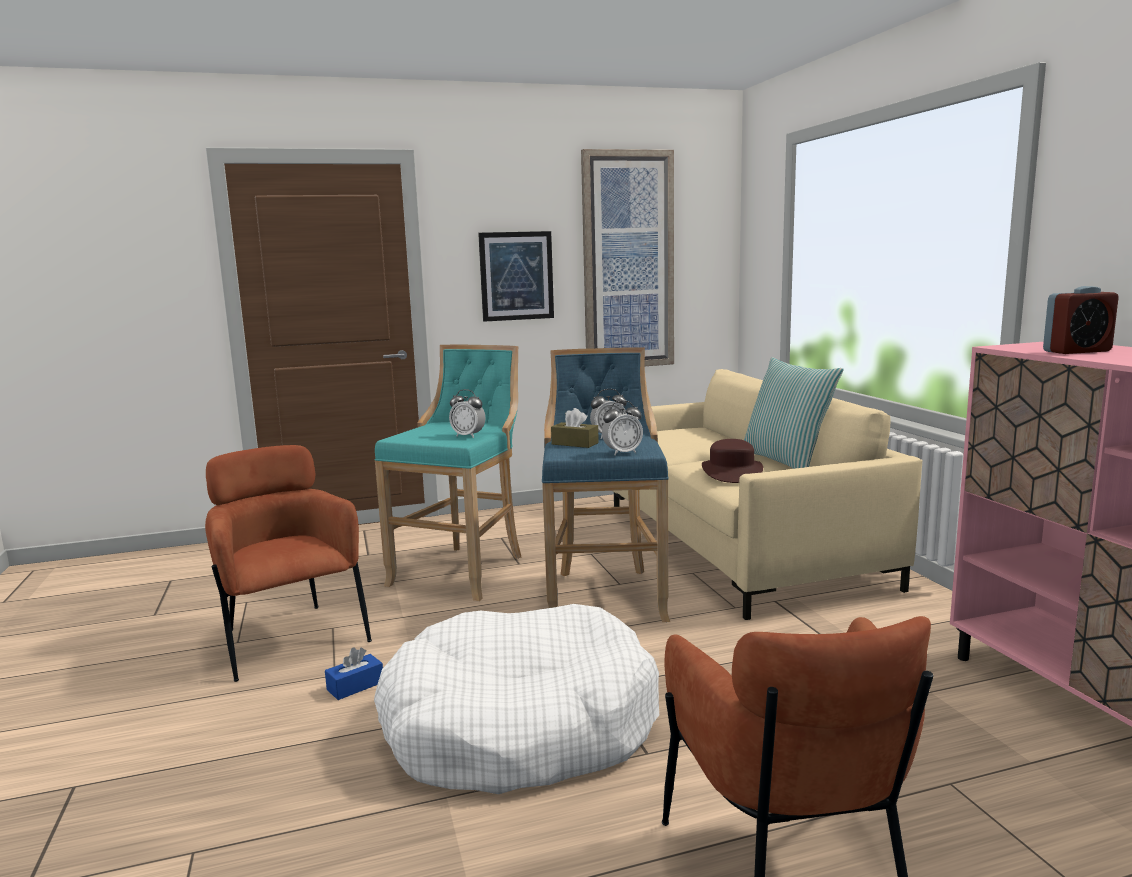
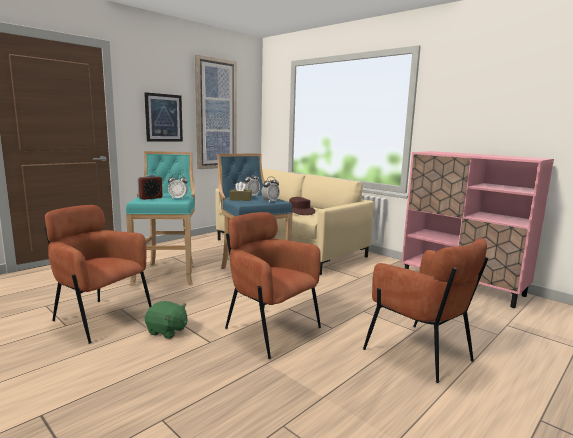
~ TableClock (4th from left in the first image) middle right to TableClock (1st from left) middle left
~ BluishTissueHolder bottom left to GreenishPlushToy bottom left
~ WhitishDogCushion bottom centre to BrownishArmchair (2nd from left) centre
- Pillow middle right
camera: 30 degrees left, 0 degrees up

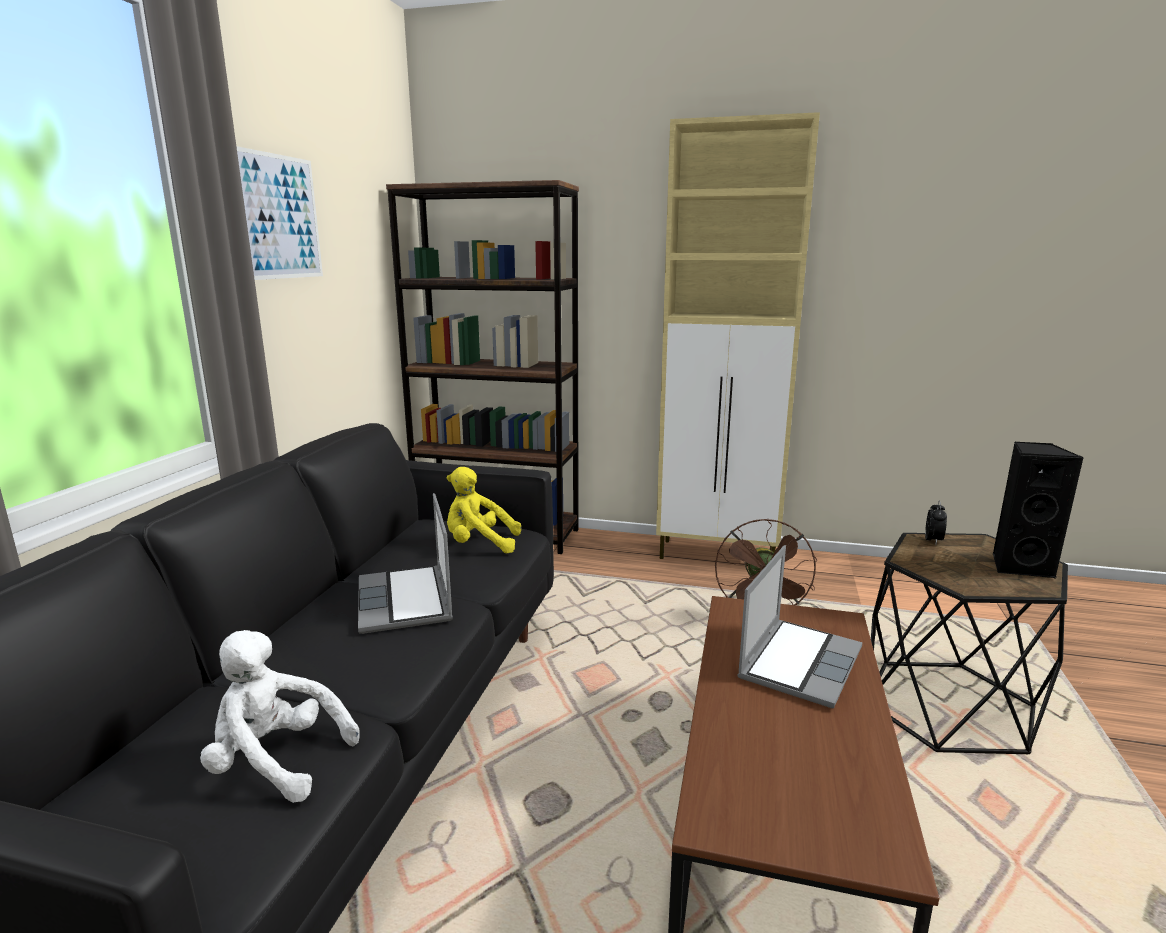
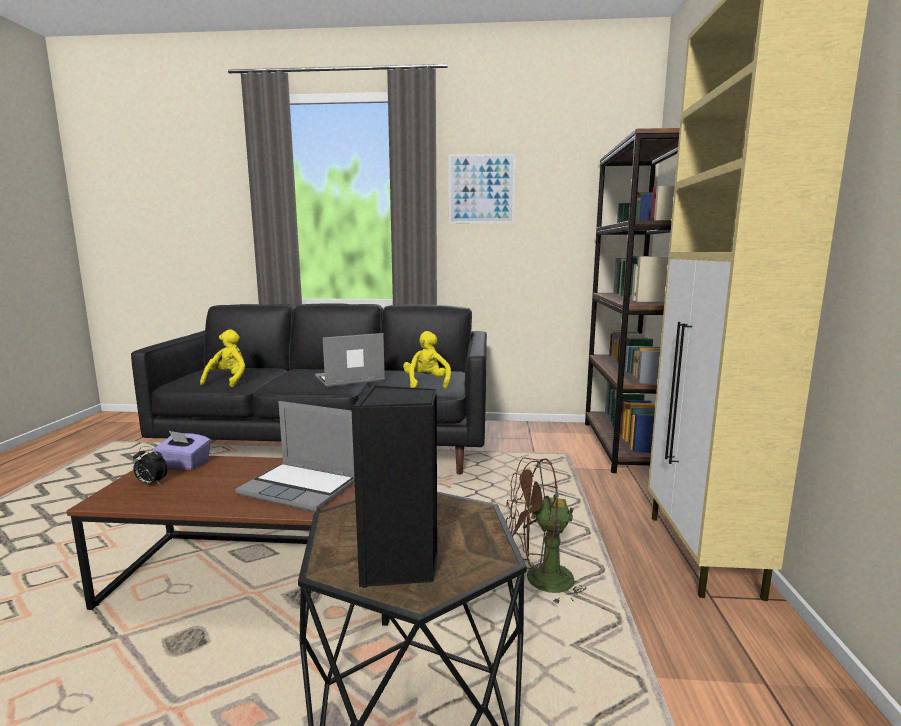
~ TableClock middle right to middle left
+ PurplishTissueHolder middle left
~ WhitishPlushToy bottom left to YellowColouredPlushToy (1st from left) middle left
camera: 80 degrees right, 5 degrees down

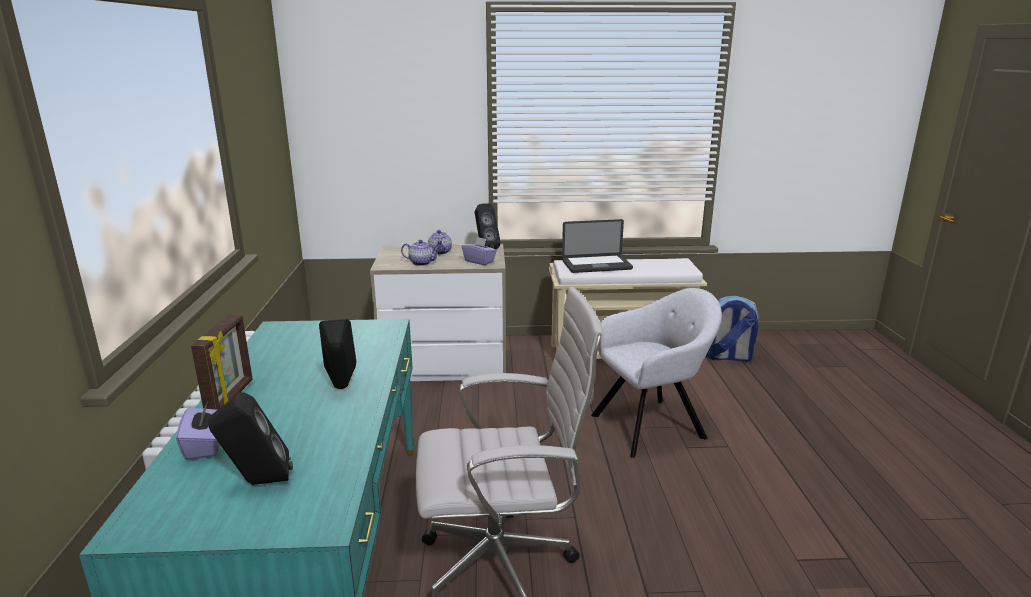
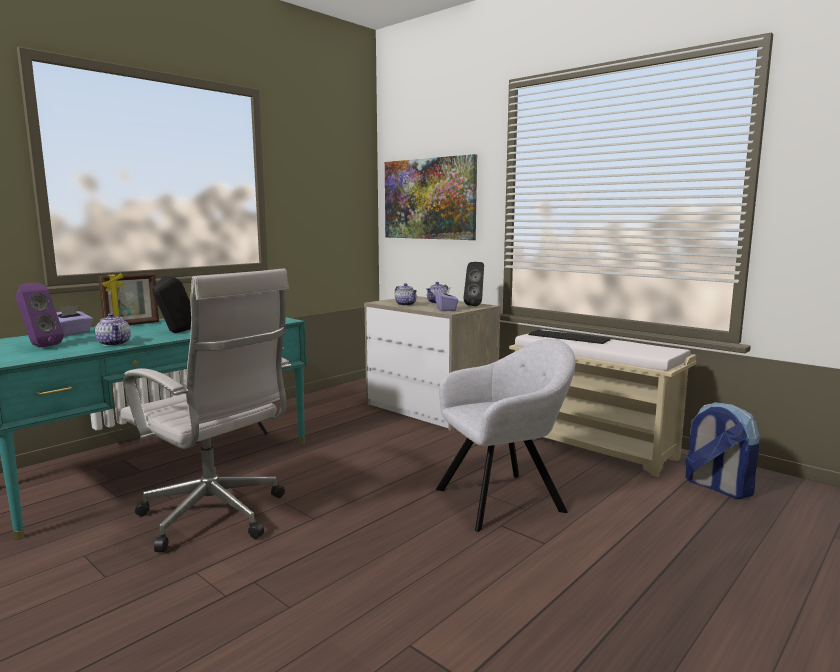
~ BlackColouredAudioSpeaker (1st from left) bottom left to PurplishAudioSpeaker middle left
+ Teapot (1st from left) middle left
+ WallPicture top centre
~ GrayArmchair centre = centre 45 degrees counterclockwise
~ PortableComputer centre to Keyboard middle right
camera: 45 degrees right, 10 degrees down

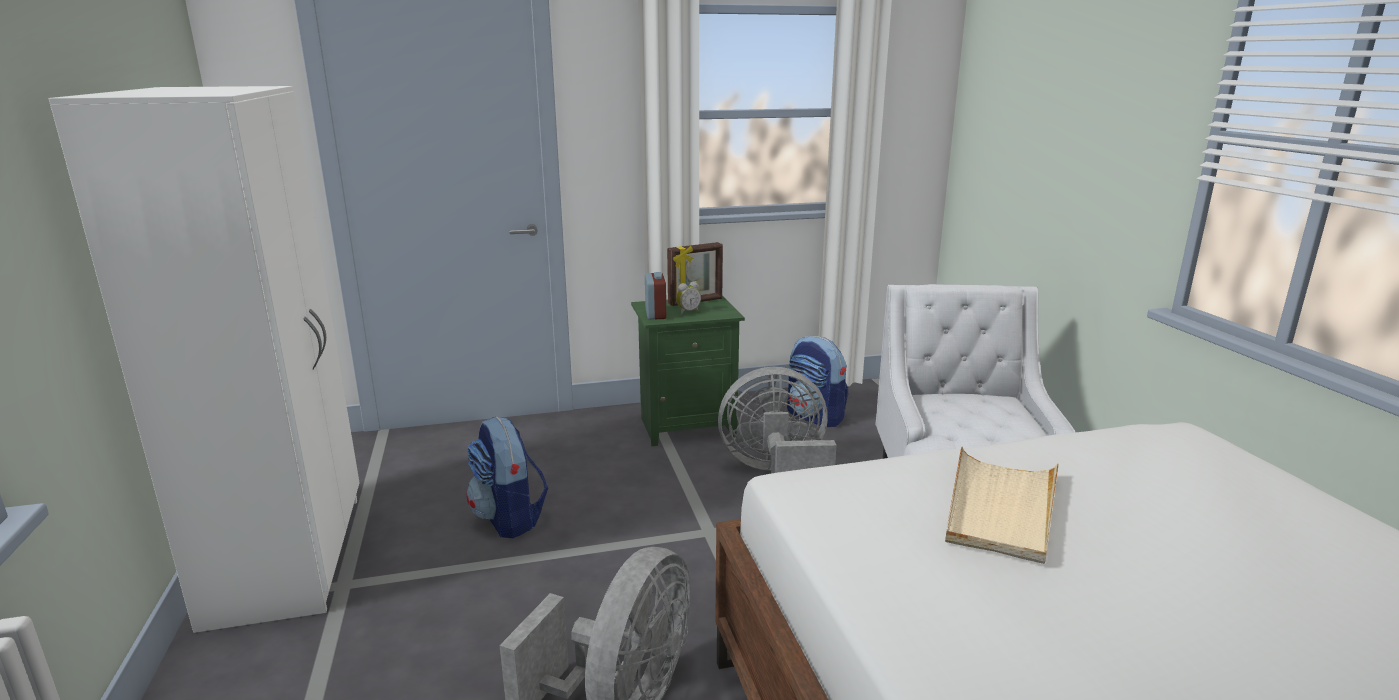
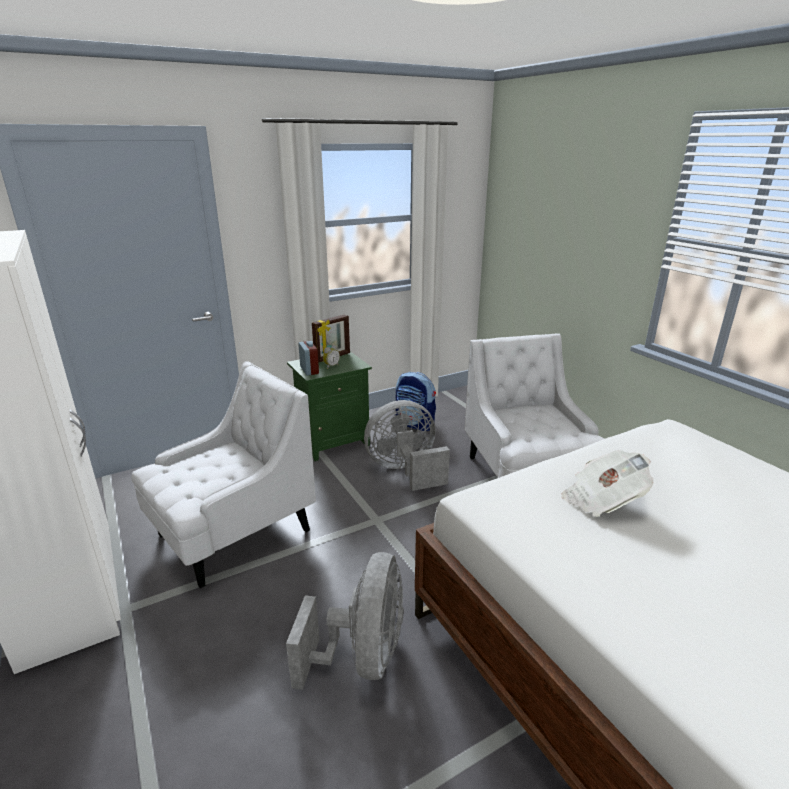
~ Knapsack (1st from left) bottom centre to WhitishArmchair (1st from left) middle left
~ BeigeColouredCarryingTray bottom right to DailyPaper middle right
camera: 15 degrees left, 5 degrees up

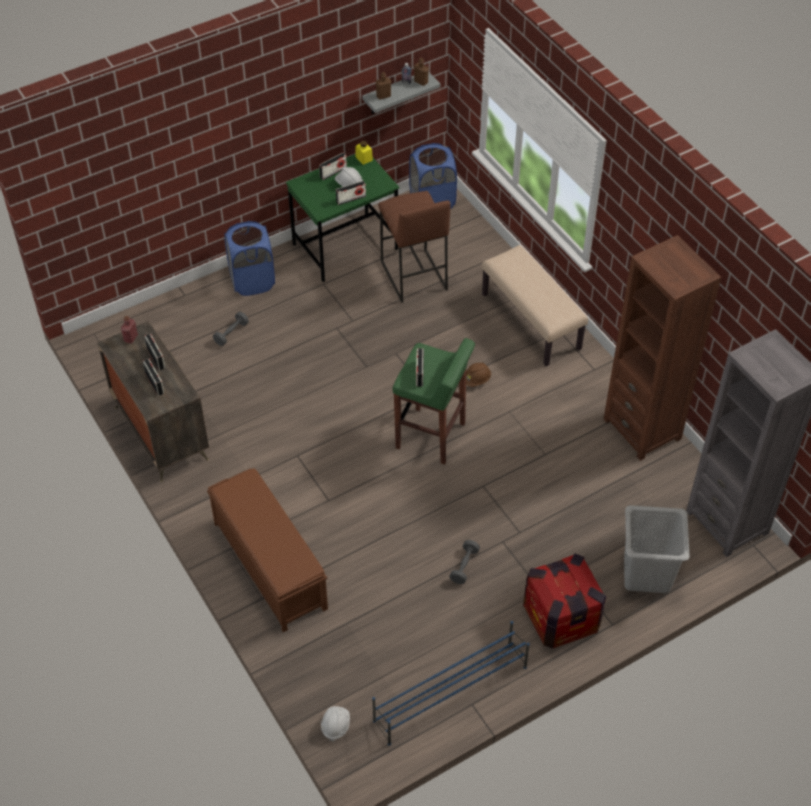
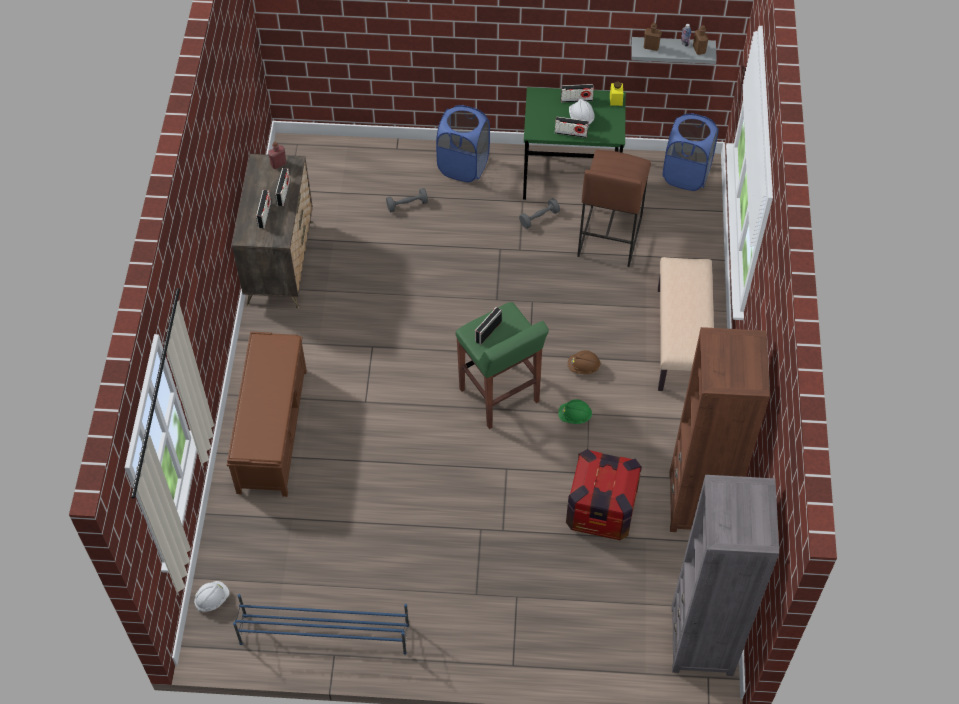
~ GrayFreeWeight (2nd from left) bottom centre to top centre
+ GreenishHardHat centre
~ ShippingCrate bottom right to bottom centre
- GrayHamper bottom right
camera: 35 degrees right, 5 degrees up

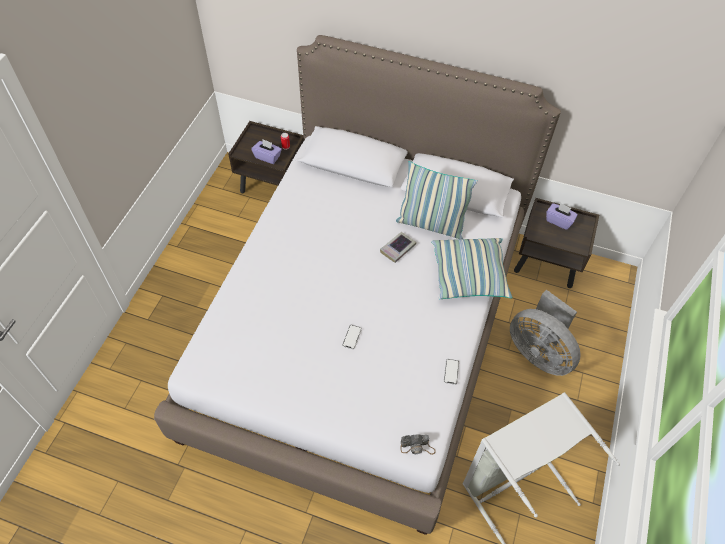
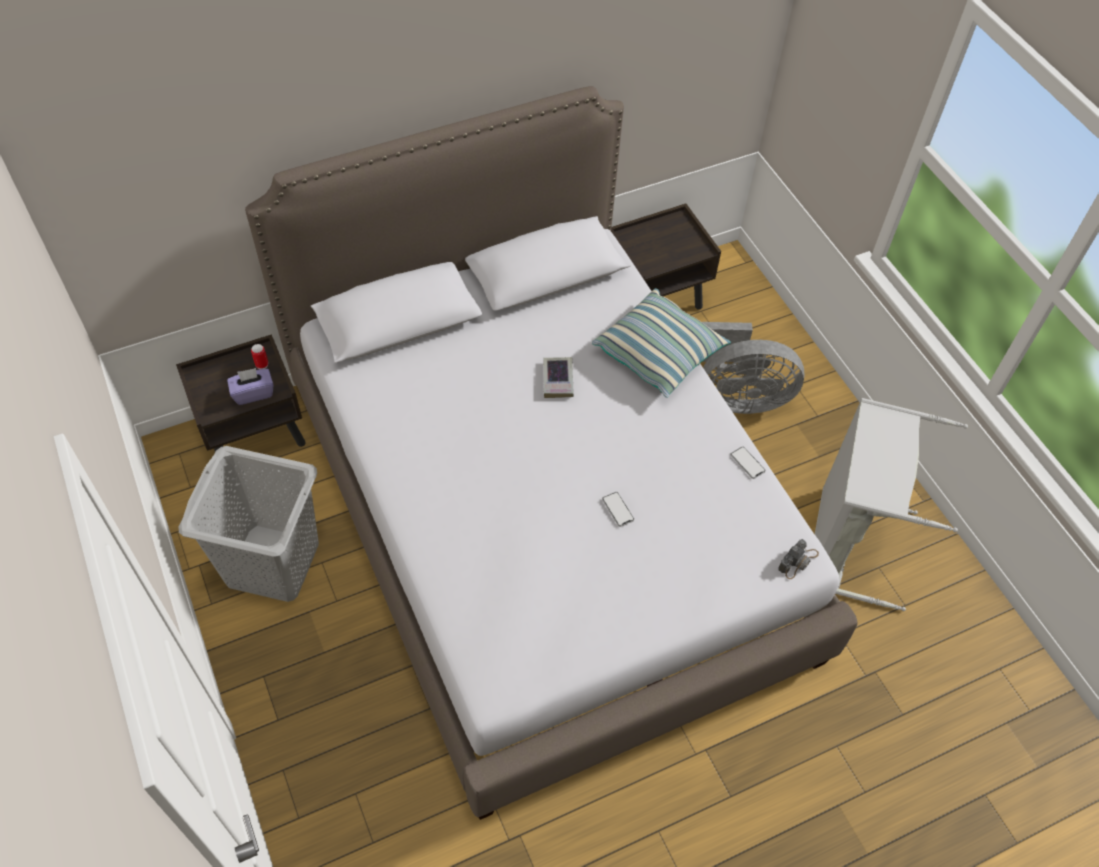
+ GrayHamper (1st from left) middle left
- Pillow (1st from left) centre
- PurplishTissueHolder (2nd from left) middle right
camera: 45 degrees left, 0 degrees up

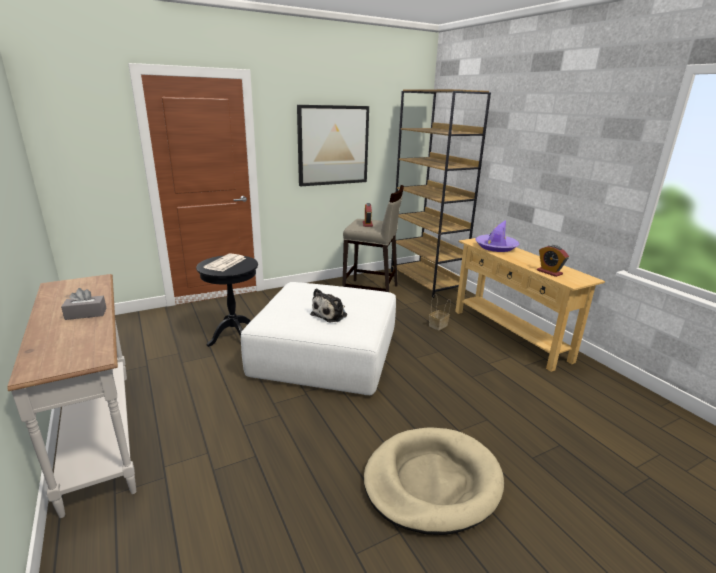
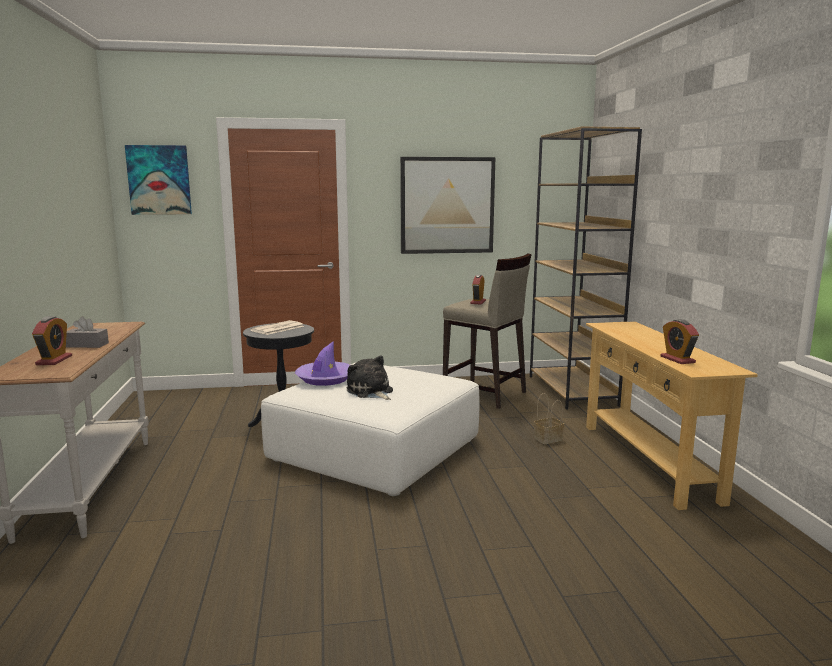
+ TableClock (1st from left) middle left
+ WallPicture (1st from left) top left
~ PurplishWearableHat middle right to centre
~ PlushToy centre = centre 90 degrees clockwise
- BeigeColouredDogCushion bottom centre
camera: 20 degrees right, 10 degrees down

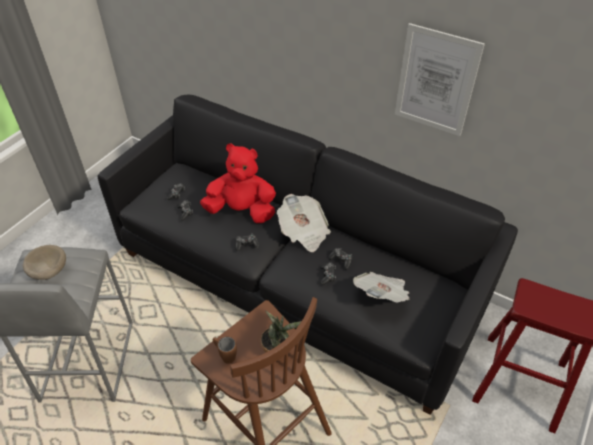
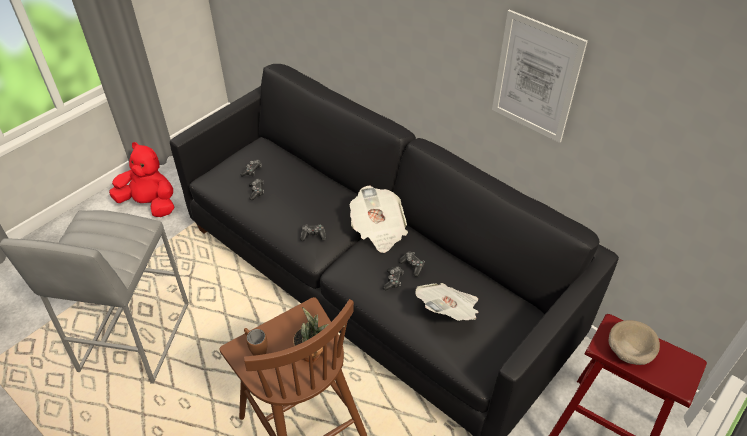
~ ReddishPlushToy centre to middle left
~ BeigeColouredDeepDish middle left to bottom right
camera: 10 degrees right, 0 degrees up

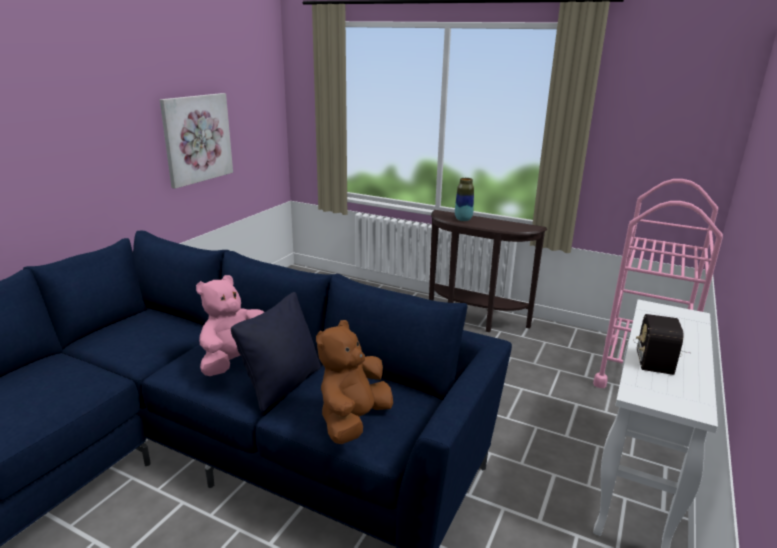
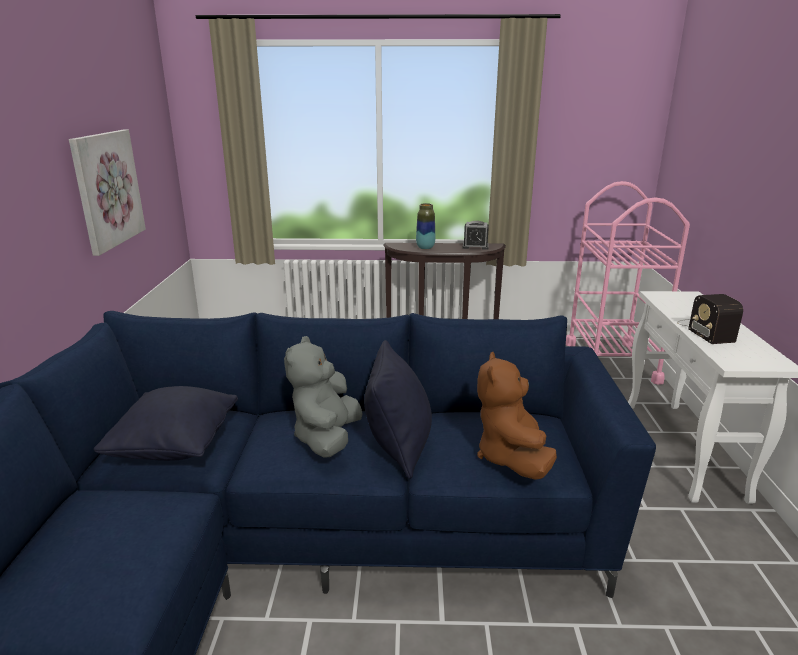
+ BlackColouredPillow (1st from left) middle left
~ PinkPlushToy middle left to GrayPlushToy centre
+ TableClock centre
camera: 25 degrees left, 0 degrees up

